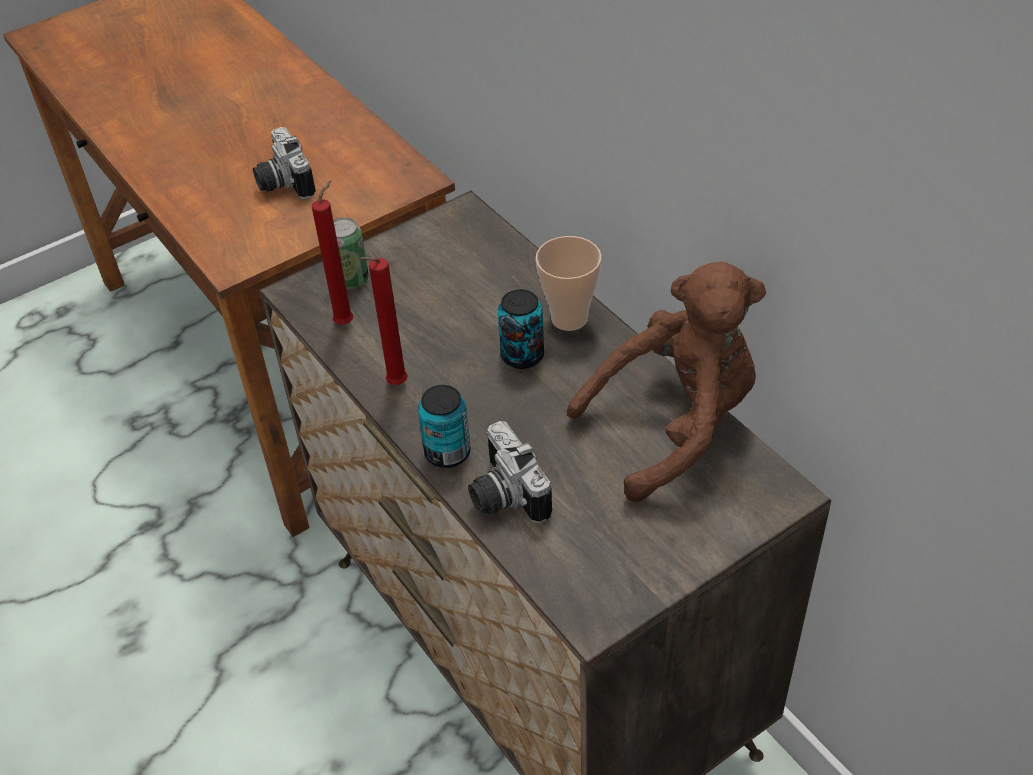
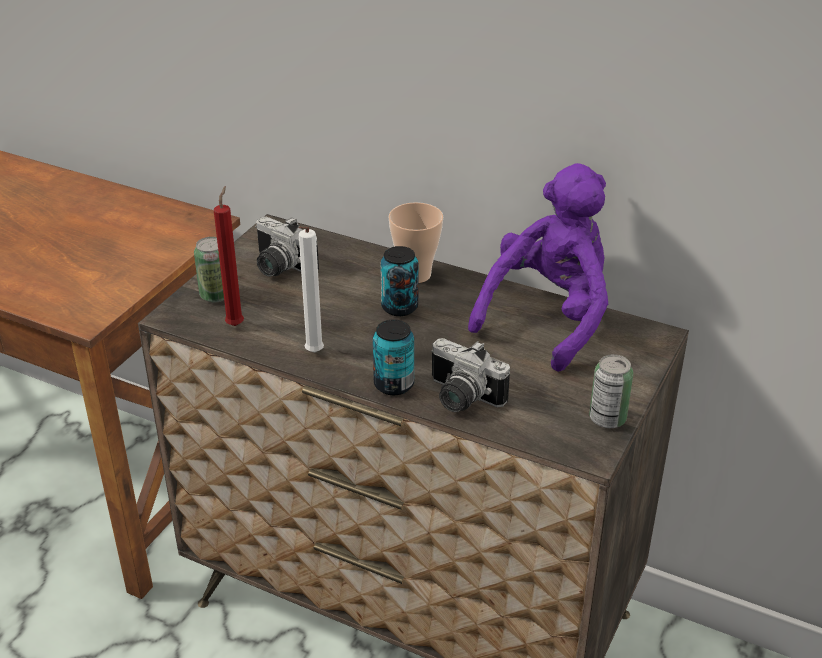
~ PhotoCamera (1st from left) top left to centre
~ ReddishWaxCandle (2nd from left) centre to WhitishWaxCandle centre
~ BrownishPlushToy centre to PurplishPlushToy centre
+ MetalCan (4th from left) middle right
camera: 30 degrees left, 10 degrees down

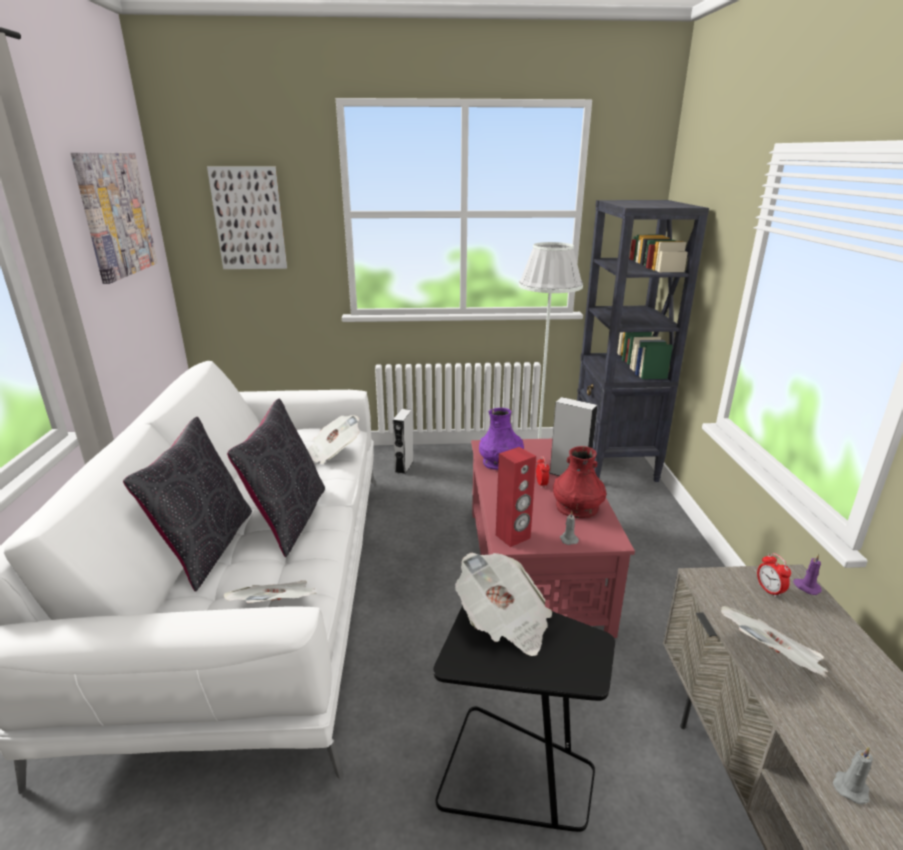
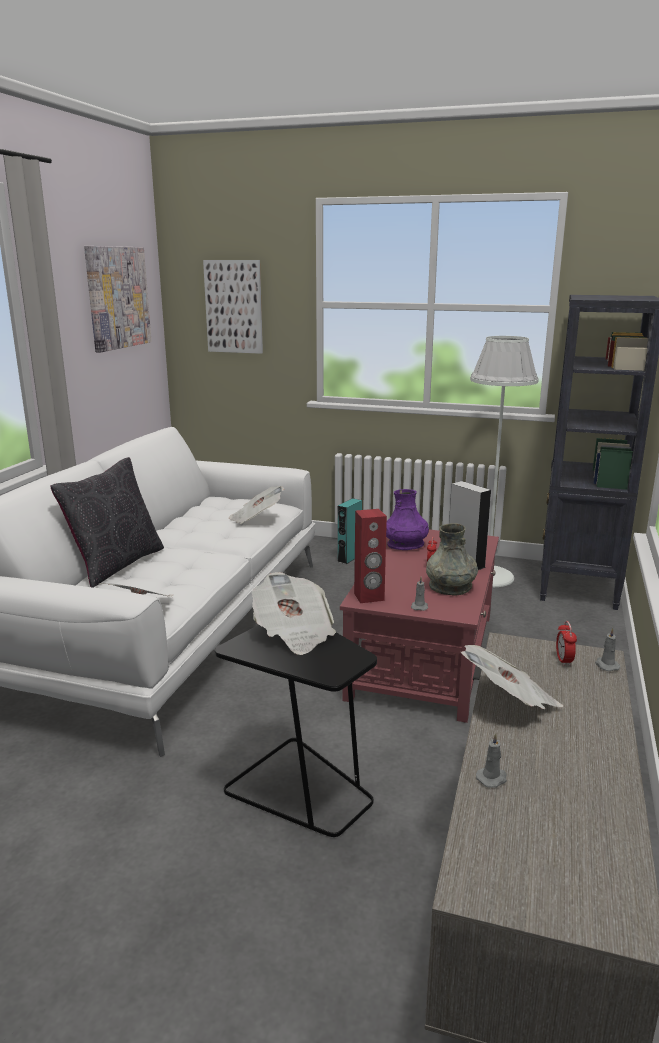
~ GrayAudioSpeaker (1st from left) centre to TurquoiseAudioSpeaker centre
~ ReddishVase centre to GrayVase middle right
~ PurplishWaxCandle bottom right to GrayWaxCandle (3rd from left) middle right
- BlackColouredPillow (2nd from left) middle left
camera: 20 degrees right, 5 degrees down

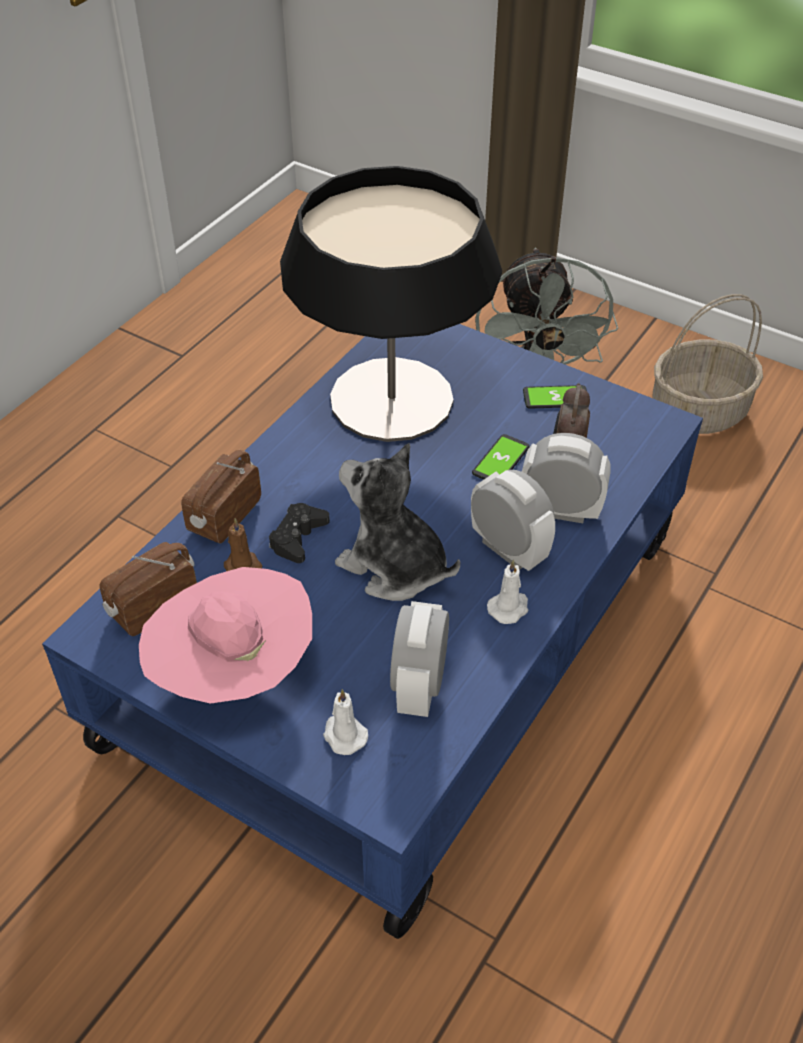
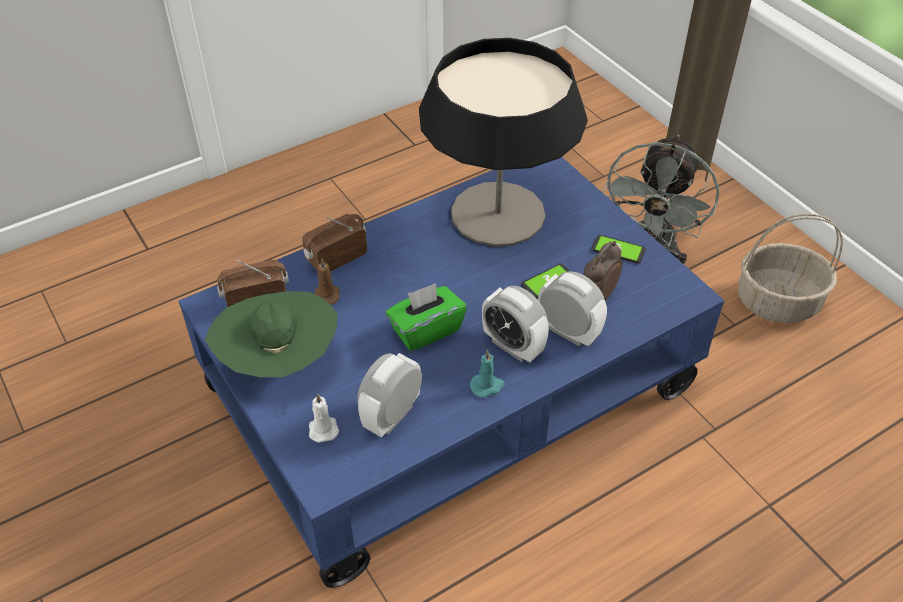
~ PinkWearableHat middle left to GreenishWearableHat middle left
~ PlushToy centre to GreenishTissueHolder centre
~ WhitishWaxCandle (2nd from left) centre to TurquoiseWaxCandle centre
~ TableClock (2nd from left) centre = centre 150 degrees clockwise
- BlackColouredJoypad centre
camera: 25 degrees right, 0 degrees up

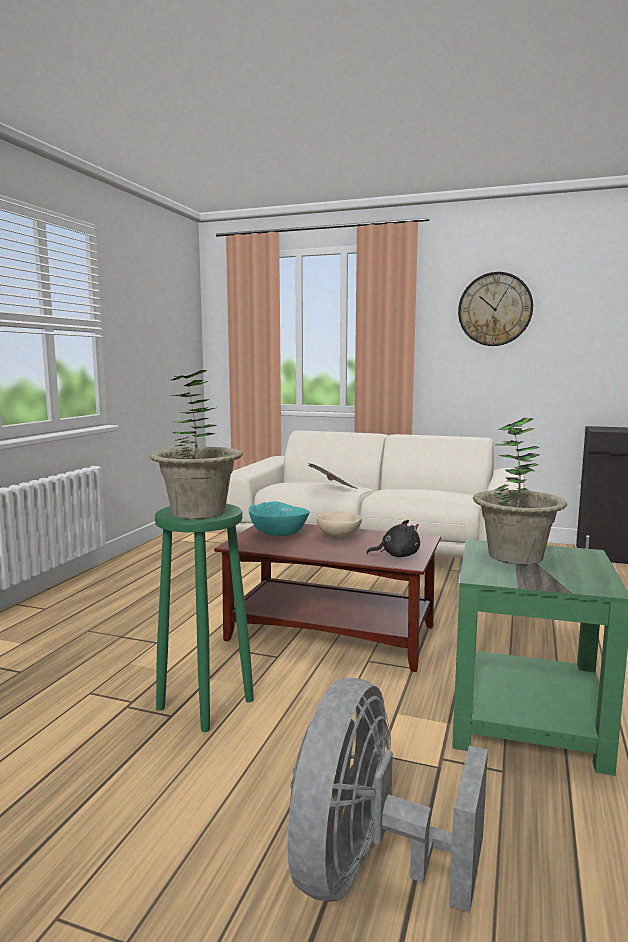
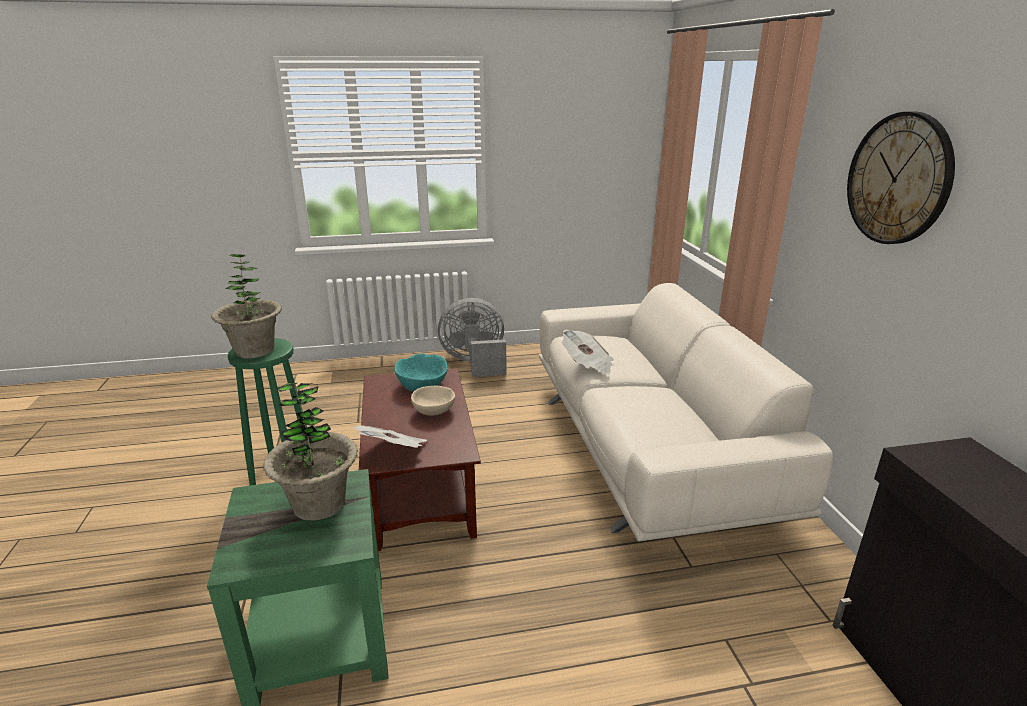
~ BlackColouredPlushToy centre to DailyPaper (1st from left) centre
~ GrayFan bottom centre to centre
camera: 60 degrees right, 15 degrees up

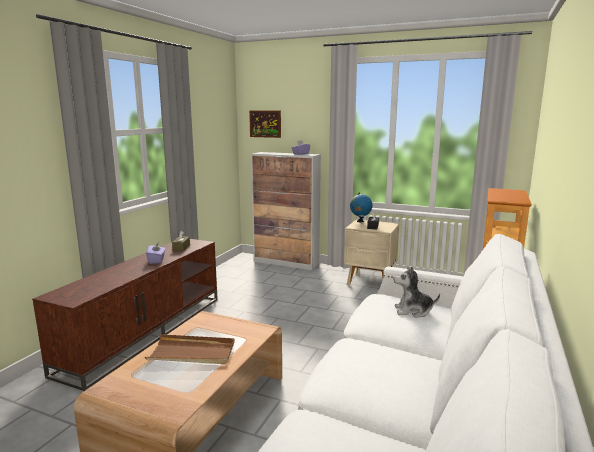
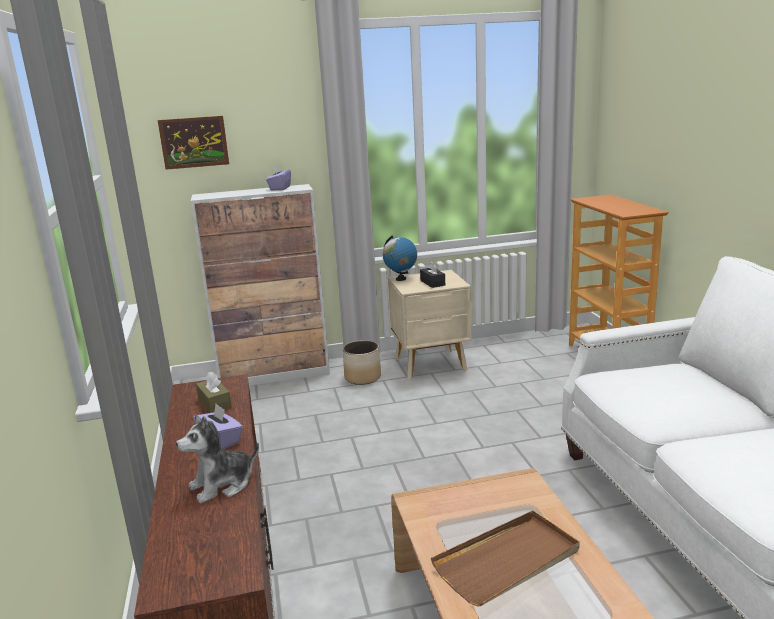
~ PlushToy middle right to bottom left
+ Planter centre
camera: 35 degrees left, 5 degrees up

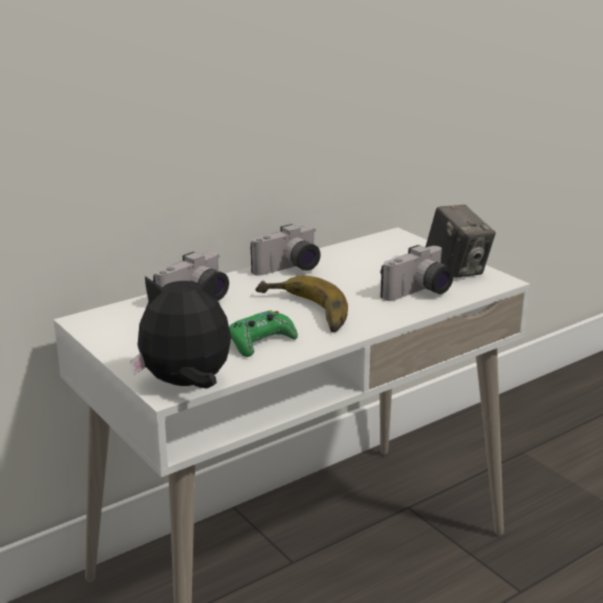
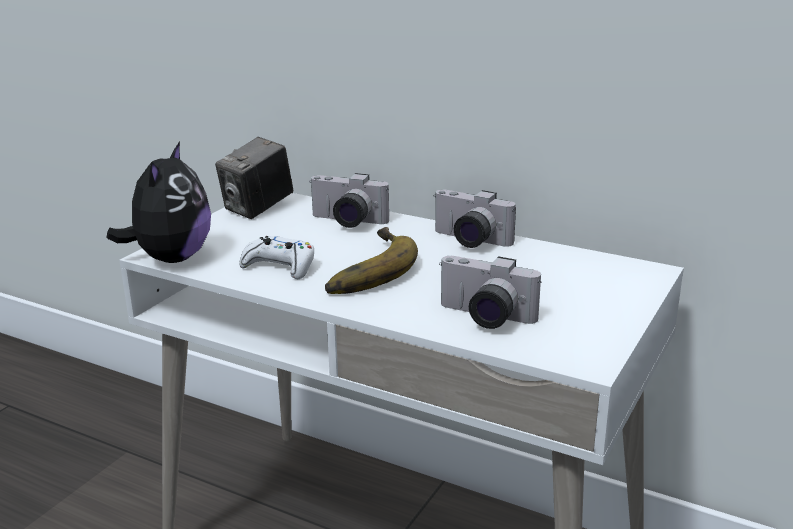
~ PlushToy middle left = middle left 45 degrees clockwise
~ PhotoCamera (4th from left in the first image) middle right to PhotoCamera (1st from left) middle left
~ GreenishJoypad centre to WhitishJoypad centre
camera: 65 degrees right, 0 degrees up

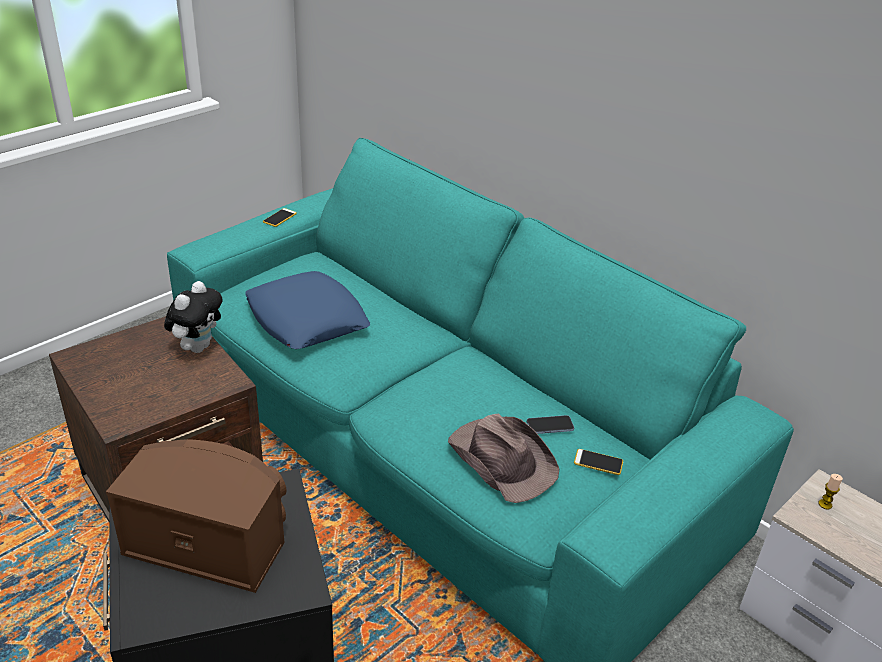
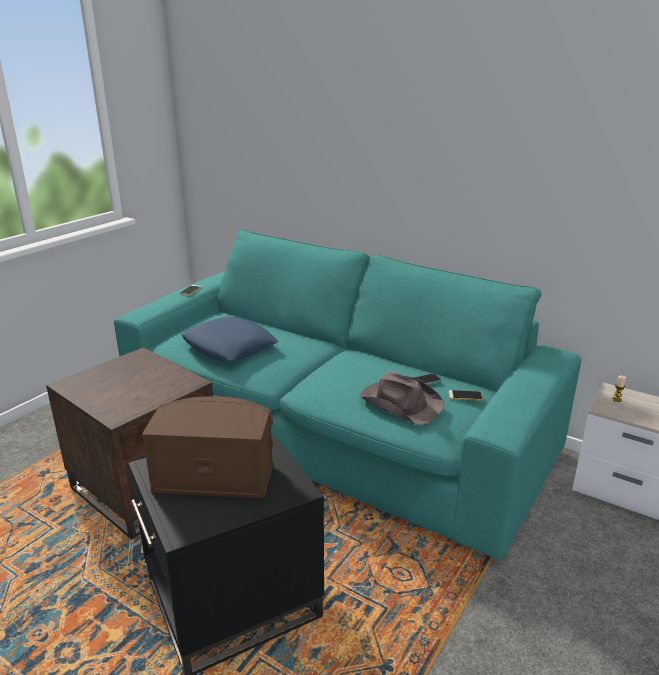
- PlushToy middle left
camera: 10 degrees left, 10 degrees down

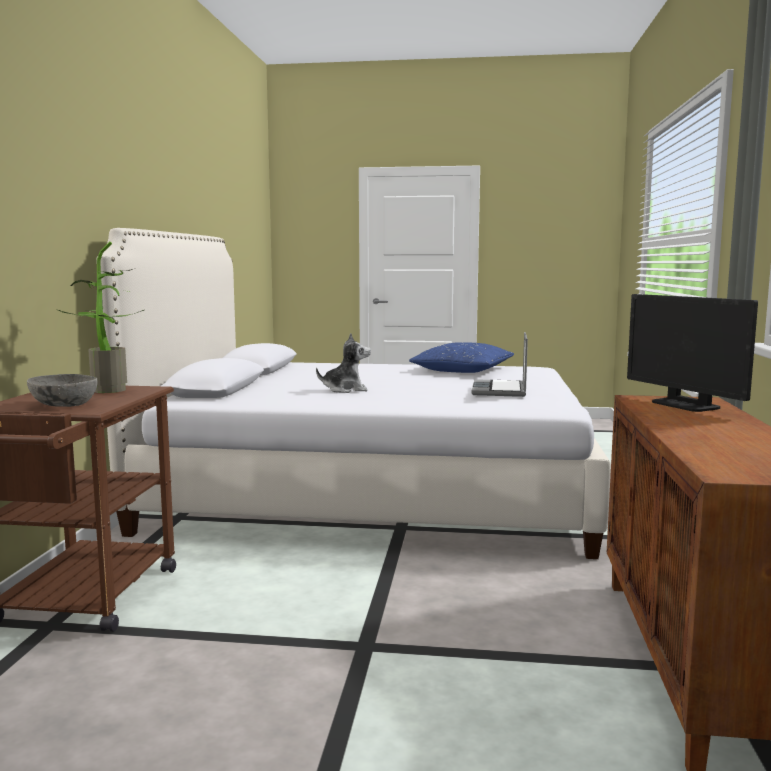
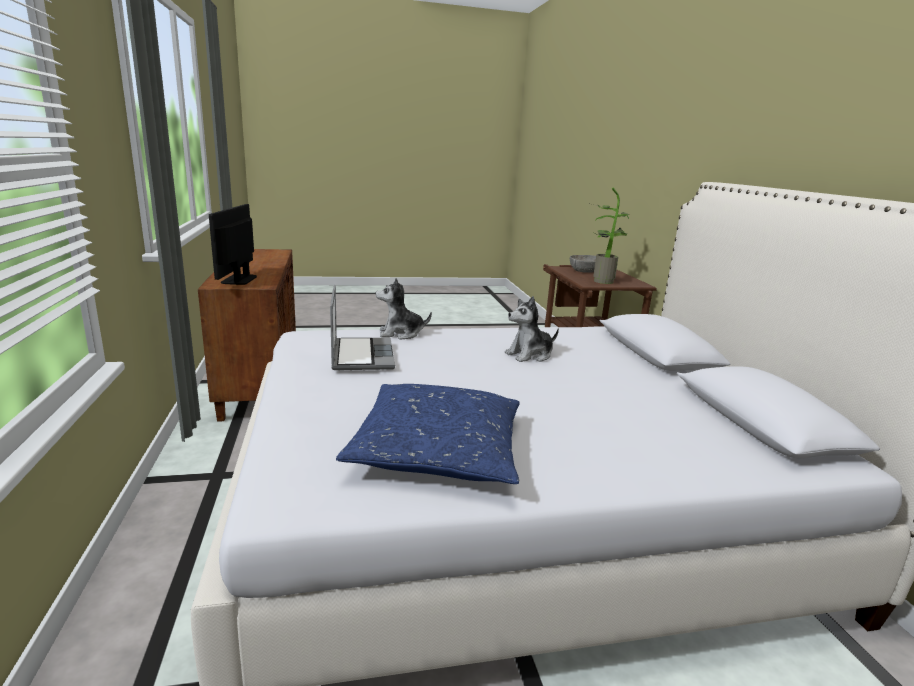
~ ComputerDisplay middle right = middle left 135 degrees counterclockwise
+ PlushToy (1st from left) centre
camera: 160 degrees right, 10 degrees up

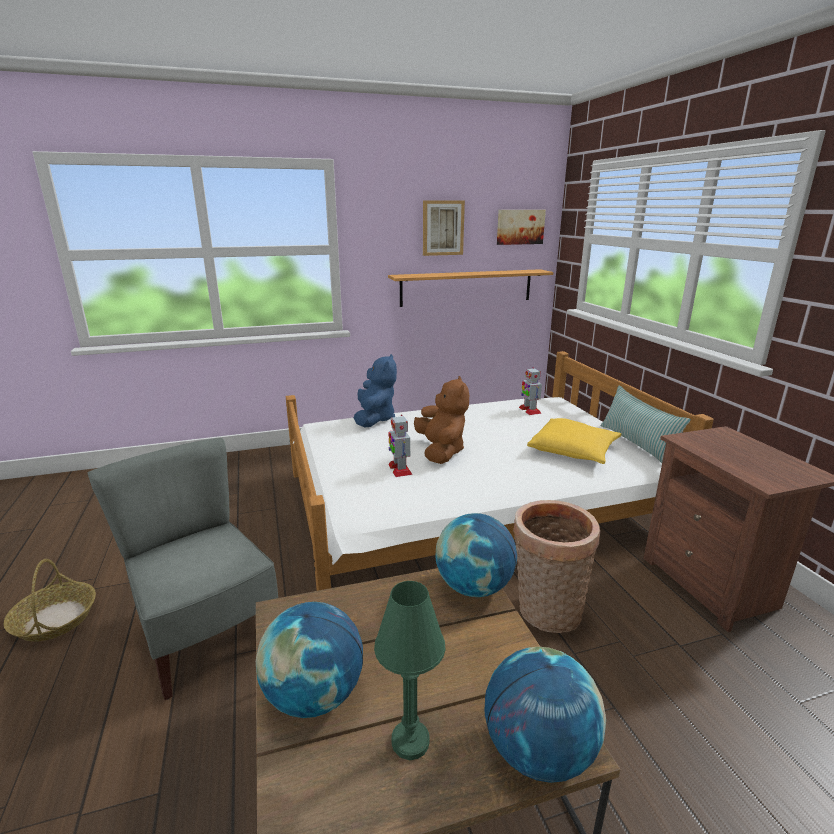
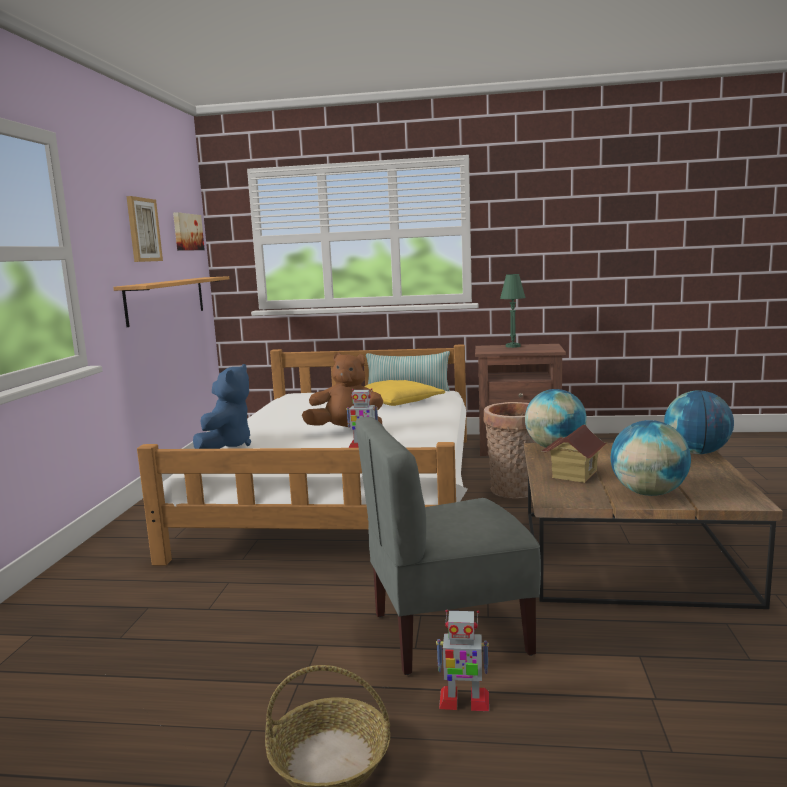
~ BluishPlushToy centre = middle left 75 degrees clockwise
~ ModelRobot (2nd from left) centre to bottom centre
~ GreenishTabletopLamp bottom centre to centre
+ ToyHouse middle right
camera: 65 degrees left, 10 degrees down

